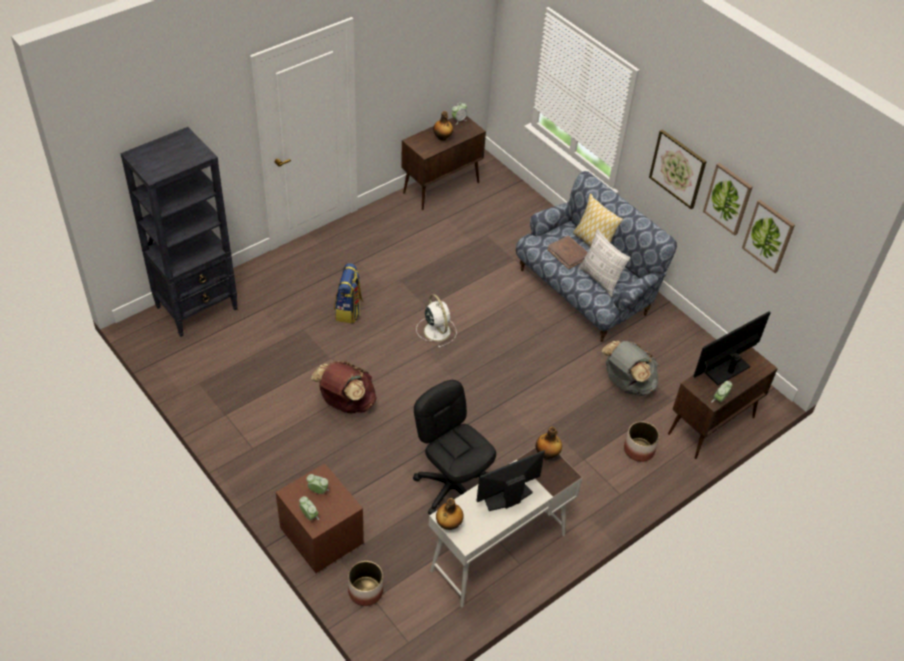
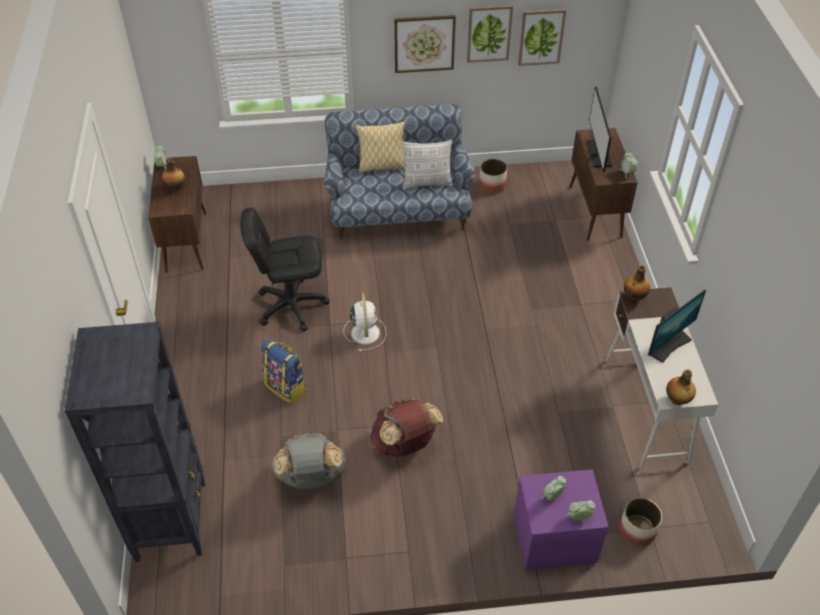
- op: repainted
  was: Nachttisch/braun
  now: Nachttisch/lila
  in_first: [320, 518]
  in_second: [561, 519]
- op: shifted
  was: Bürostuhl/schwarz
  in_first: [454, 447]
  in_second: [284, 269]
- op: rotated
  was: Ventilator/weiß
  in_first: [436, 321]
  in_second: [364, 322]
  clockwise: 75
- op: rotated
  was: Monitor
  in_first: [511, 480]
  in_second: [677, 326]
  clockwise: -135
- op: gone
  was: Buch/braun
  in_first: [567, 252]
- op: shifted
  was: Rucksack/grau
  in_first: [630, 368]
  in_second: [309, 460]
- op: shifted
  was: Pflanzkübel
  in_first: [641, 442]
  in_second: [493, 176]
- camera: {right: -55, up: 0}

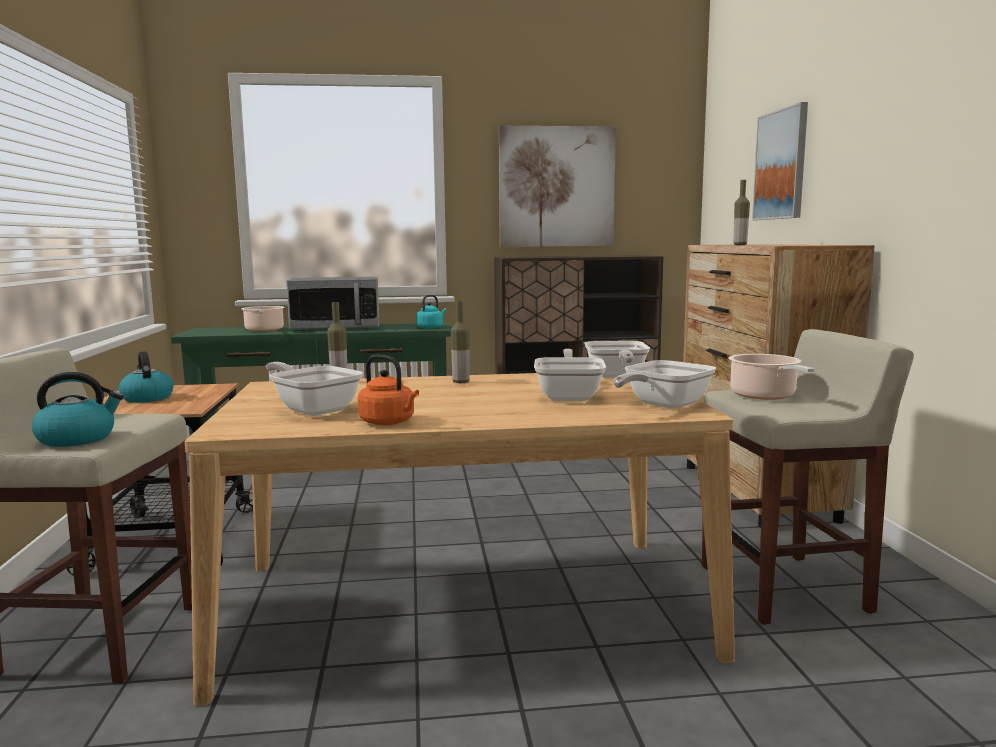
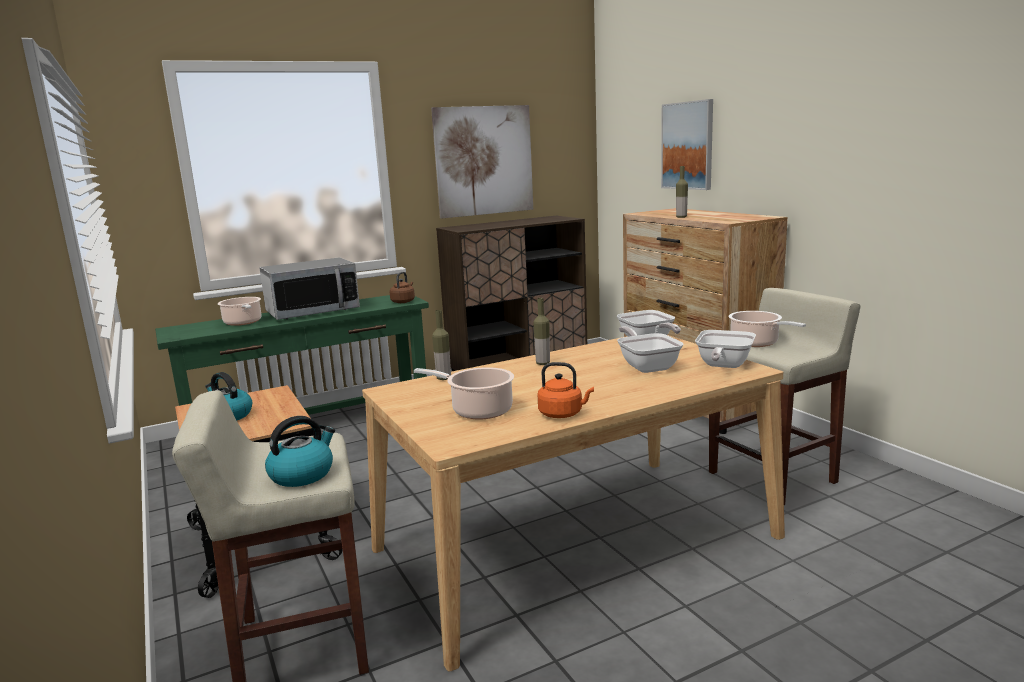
- op: swapped
  was: Pfanne
  now: Kochtopf
  in_first: [314, 389]
  in_second: [464, 393]
- op: repainted
  was: Wasserkessel/türkis
  now: Wasserkessel/braun
  in_first: [431, 312]
  in_second: [402, 287]
- camera: {right: -20, up: 5}

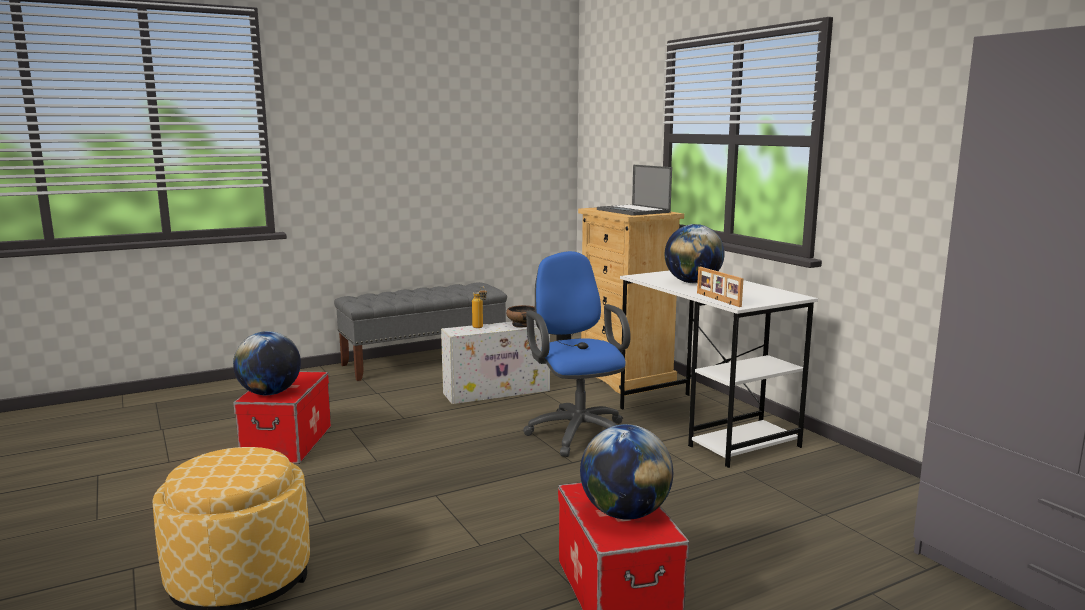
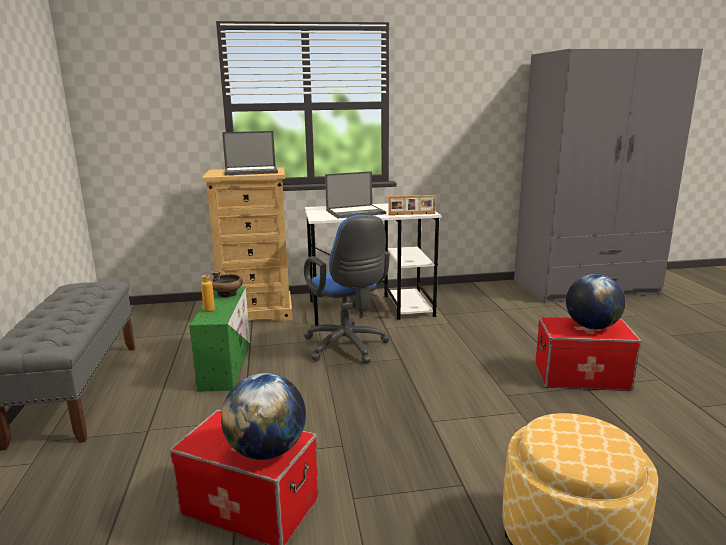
- op: repainted
  was: Aufbewahrungsbox/weiß
  now: Aufbewahrungsbox/grün
  in_first: [495, 362]
  in_second: [219, 339]
- op: rotated
  was: Bürostuhl/blau
  in_first: [577, 354]
  in_second: [347, 289]
  clockwise: -120
- op: swapped
  was: Globus
  now: Laptop
  in_first: [695, 253]
  in_second: [355, 194]
- camera: {right: -70, up: 5}

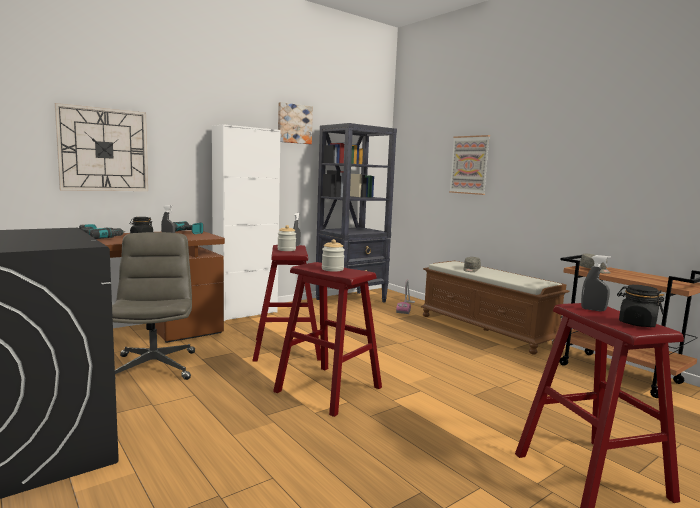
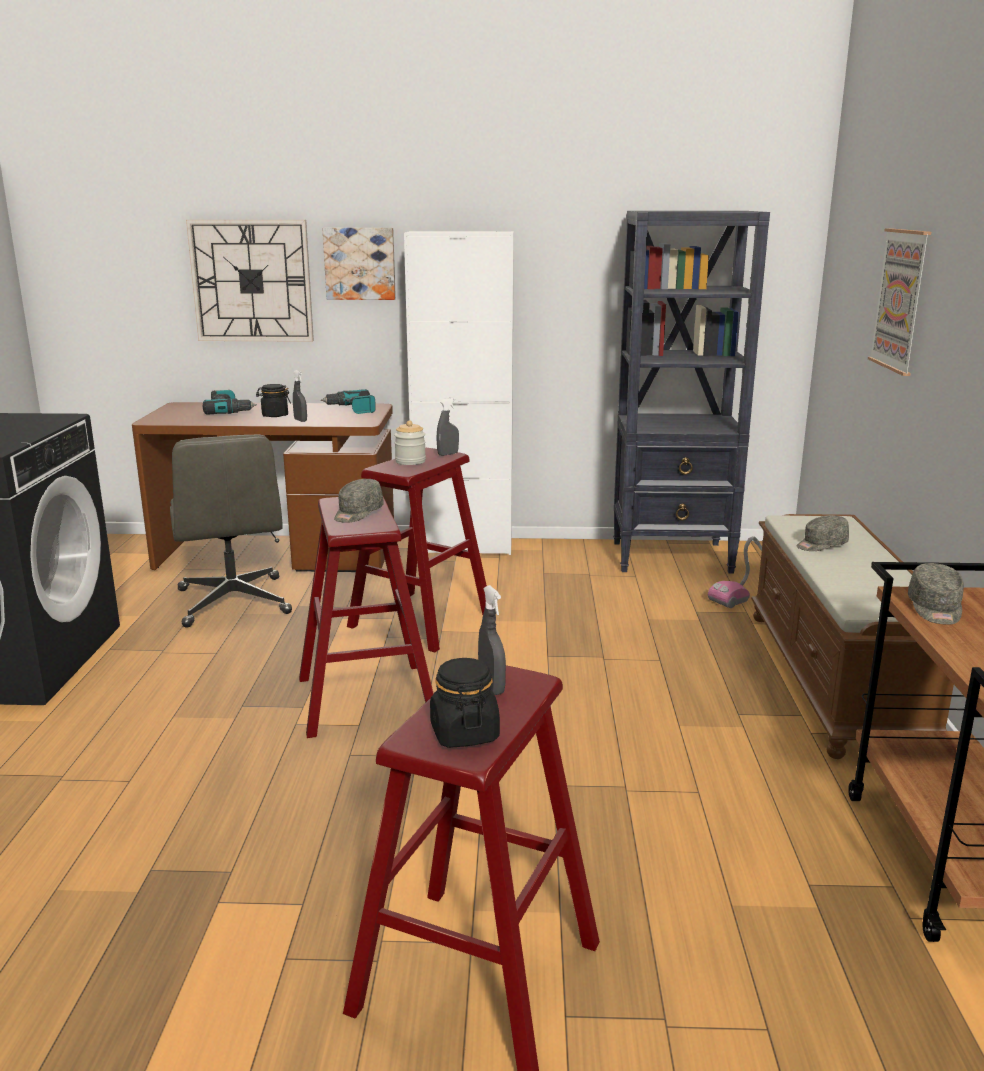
- op: rotated
  was: Bürostuhl/grau
  in_first: [153, 306]
  in_second: [231, 531]
  clockwise: 135
- op: shifted
  was: Bild
  in_first: [295, 123]
  in_second: [359, 264]
- op: swapped
  was: Vorratsglas
  now: Kappe/grau
  in_first: [333, 255]
  in_second: [359, 501]
- camera: {right: 40, up: 10}

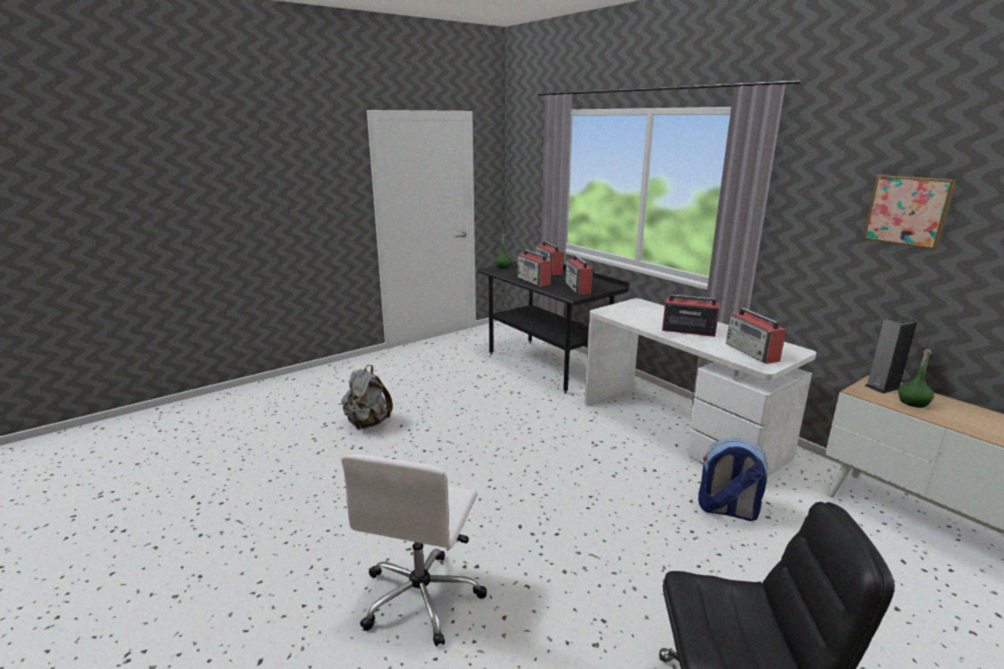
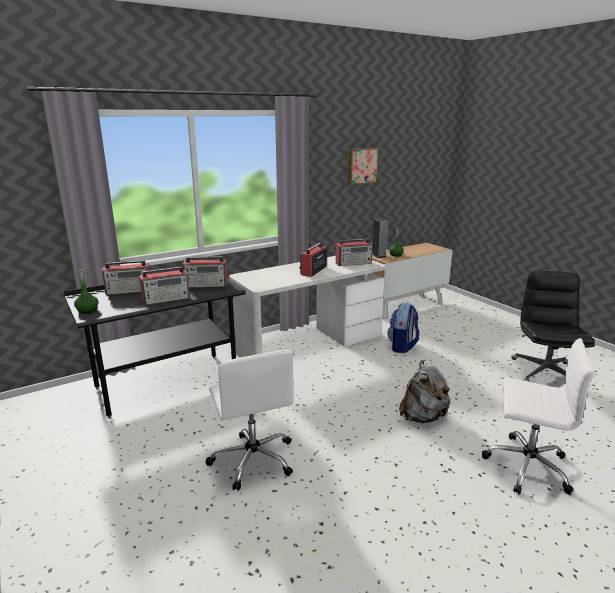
- op: shifted
  was: Rucksack/grau
  in_first: [367, 397]
  in_second: [425, 391]
- op: new
  now: Bürostuhl/weiß
  in_second: [250, 420]
- camera: {right: -85, up: 0}

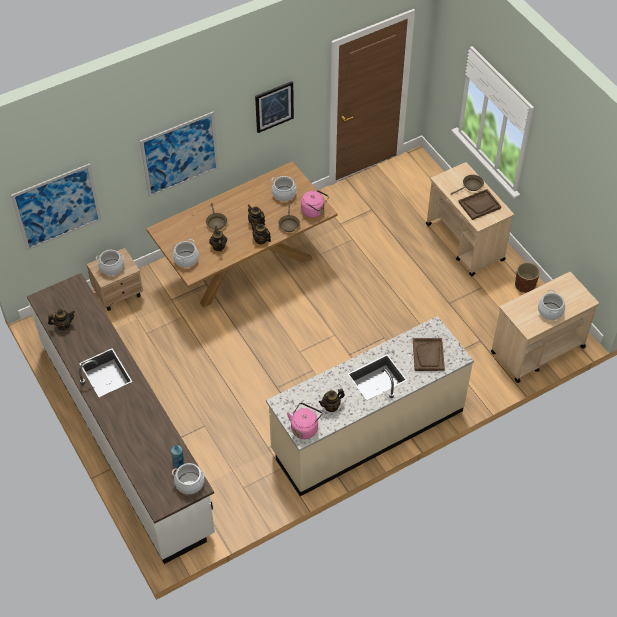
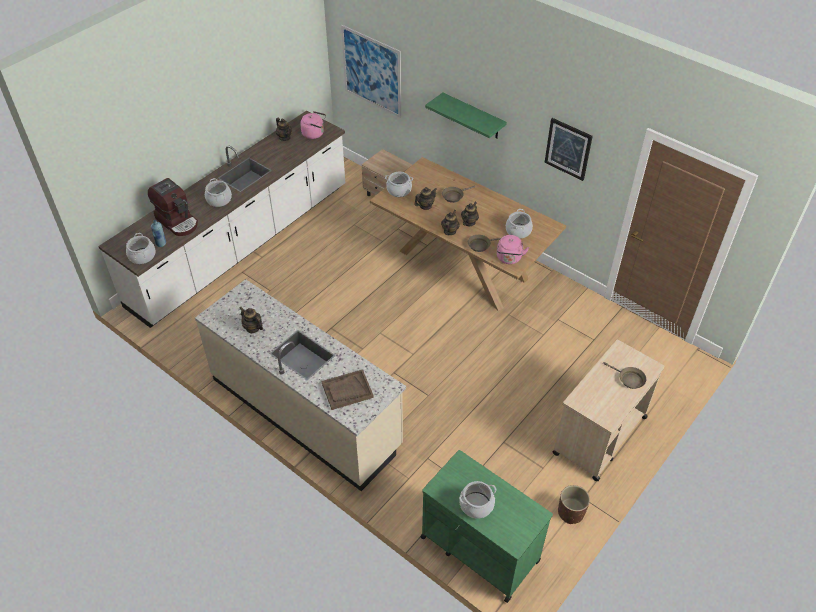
- op: shifted
  was: Kochtopf
  in_first: [110, 263]
  in_second: [218, 192]
- op: swapped
  was: Bild
  now: Wandregal/grün
  in_first: [179, 154]
  in_second: [466, 115]
- op: shifted
  was: Wasserkessel/rosa
  in_first: [304, 420]
  in_second: [313, 125]
- op: gone
  was: Tablett/braun
  in_first: [479, 204]
- op: repainted
  was: Rollwagen/beige
  now: Rollwagen/grün
  in_first: [545, 327]
  in_second: [487, 526]
- op: new
  now: Kaffeemaschine
  in_second: [173, 207]
- camera: {right: 70, up: -5}

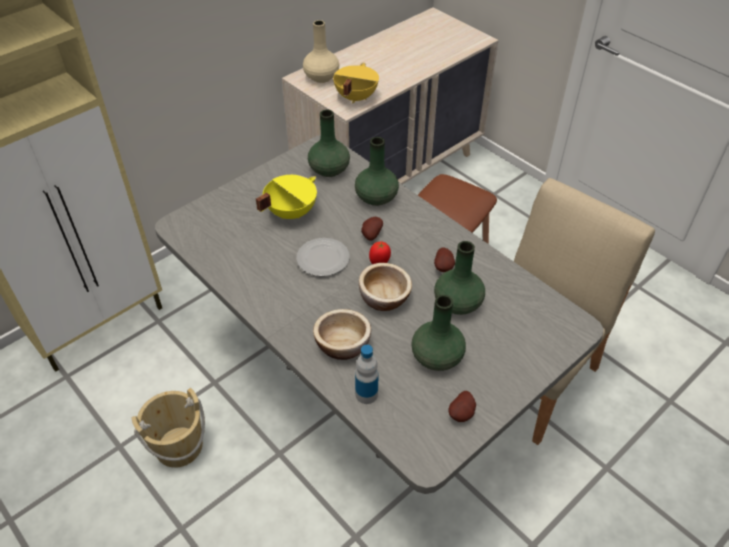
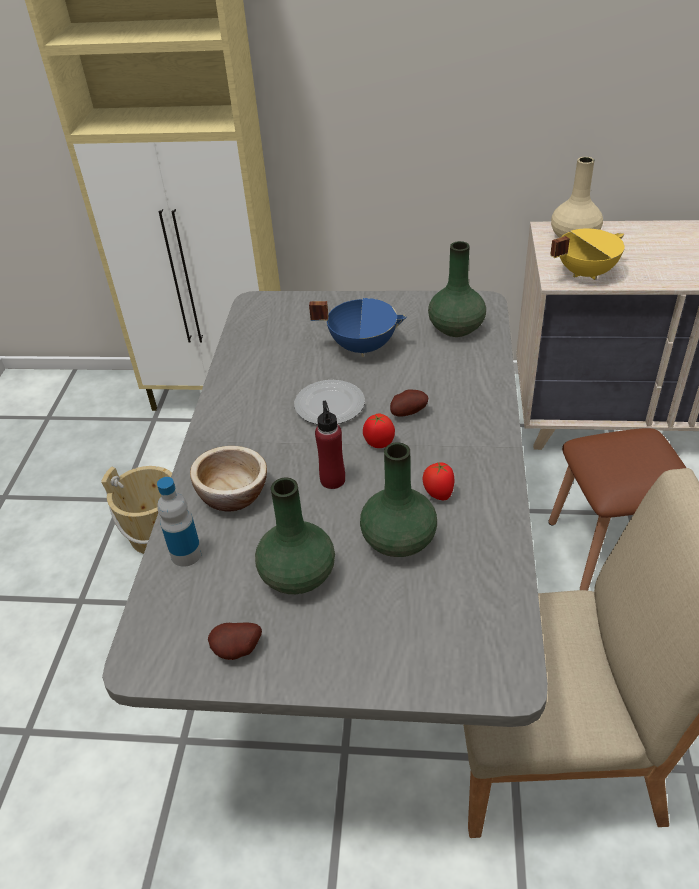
- op: repainted
  was: Kochtopf/gelb
  now: Kochtopf/blau
  in_first: [286, 197]
  in_second: [358, 327]
- op: gone
  was: Vase/grün
  in_first: [377, 171]
- op: swapped
  was: Schüssel
  now: Flasche/rot
  in_first: [385, 287]
  in_second: [330, 444]
- op: swapped
  was: Kartoffel
  now: Tomate
  in_first: [444, 259]
  in_second: [439, 481]
- camera: {right: 50, up: -5}

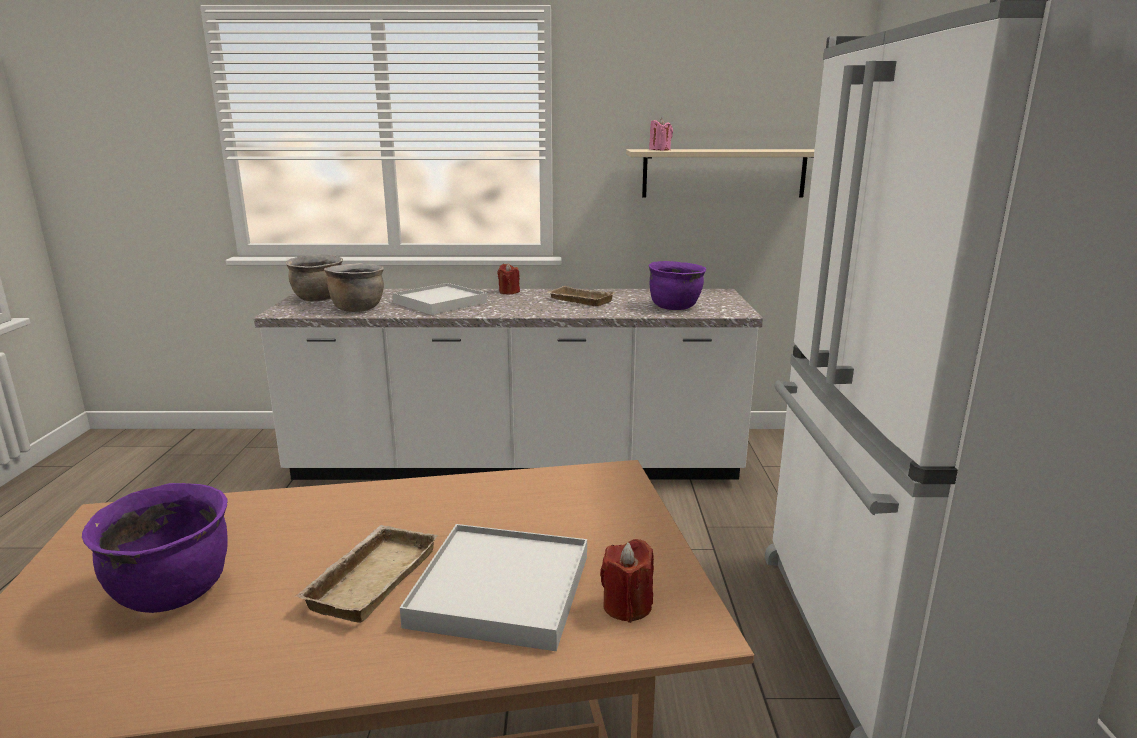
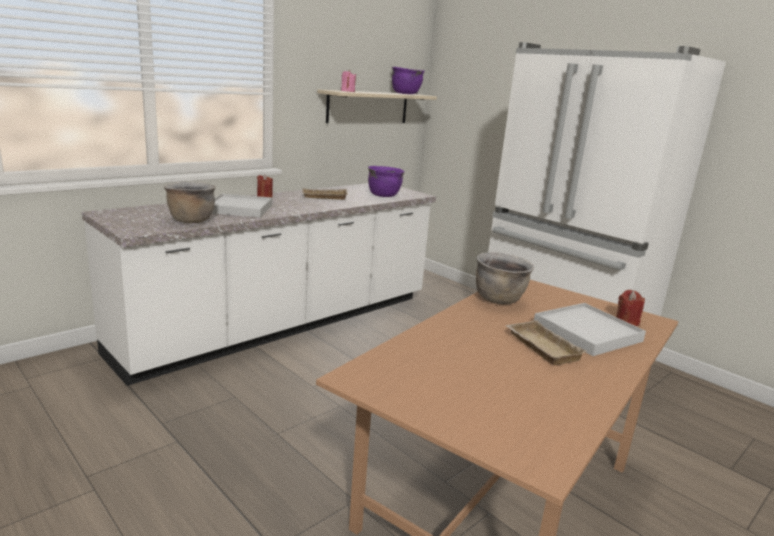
- op: shifted
  was: Kochtopf/lila
  in_first: [155, 548]
  in_second: [408, 80]
- op: shifted
  was: Kochtopf/braun
  in_first: [314, 277]
  in_second: [505, 278]
- camera: {right: -45, up: 0}

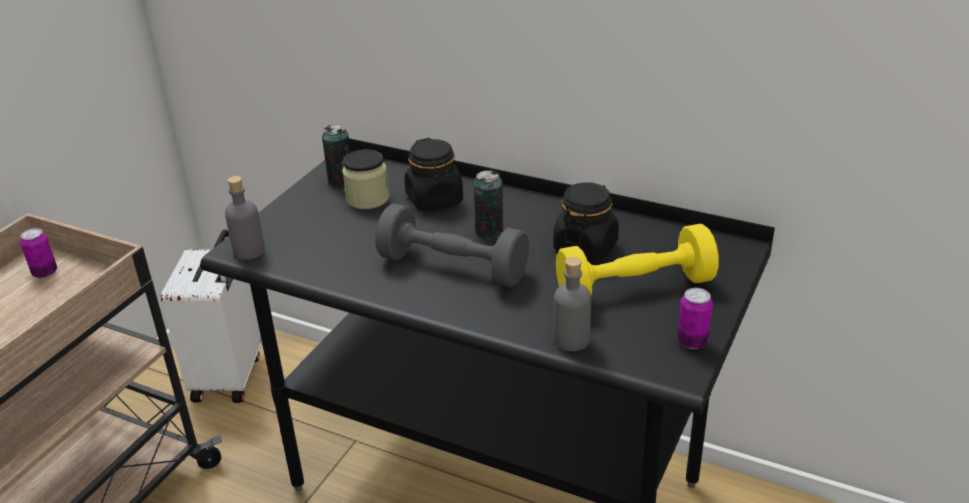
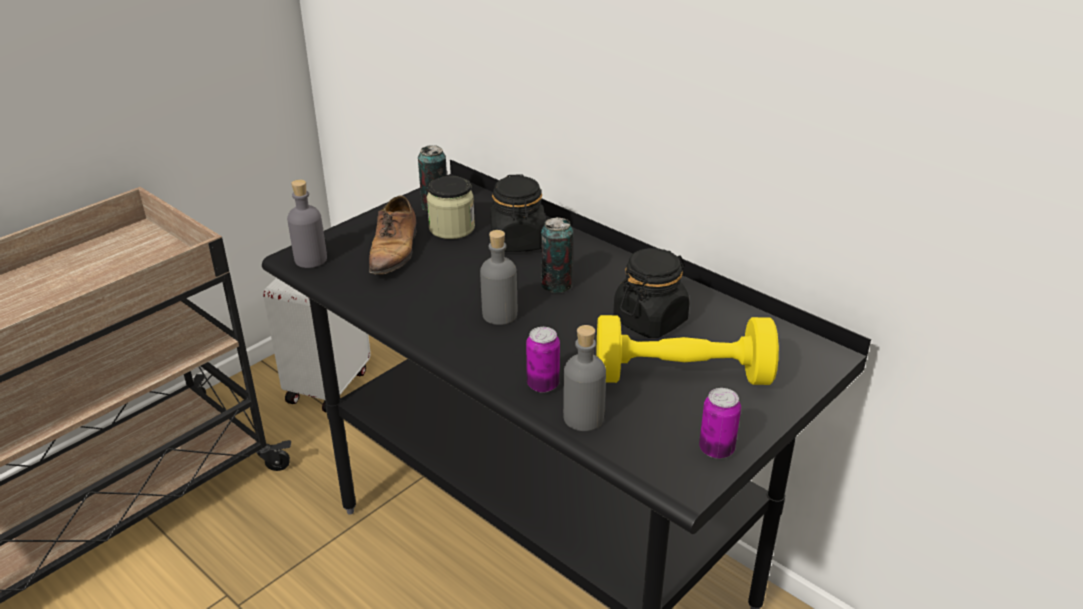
- op: shifted
  was: Dose
  in_first: [38, 253]
  in_second: [543, 360]
- op: swapped
  was: Hantel/grau
  now: Flasche/grau
  in_first: [452, 245]
  in_second: [498, 277]
- op: new
  now: Schuh
  in_second: [393, 238]
- camera: {right: 15, up: 0}

